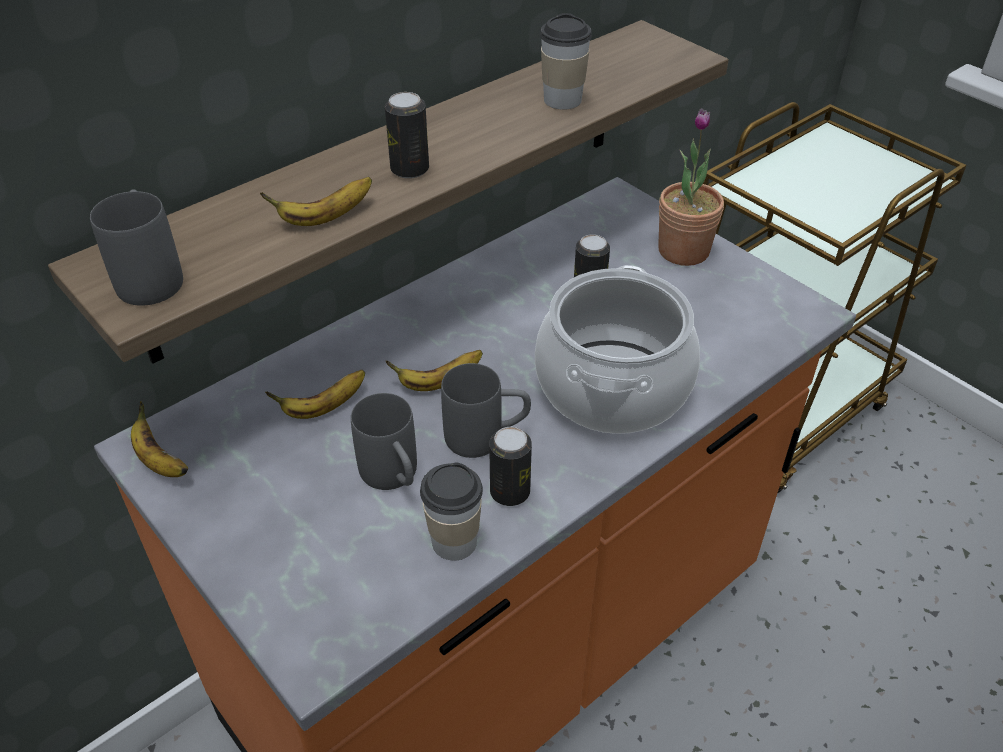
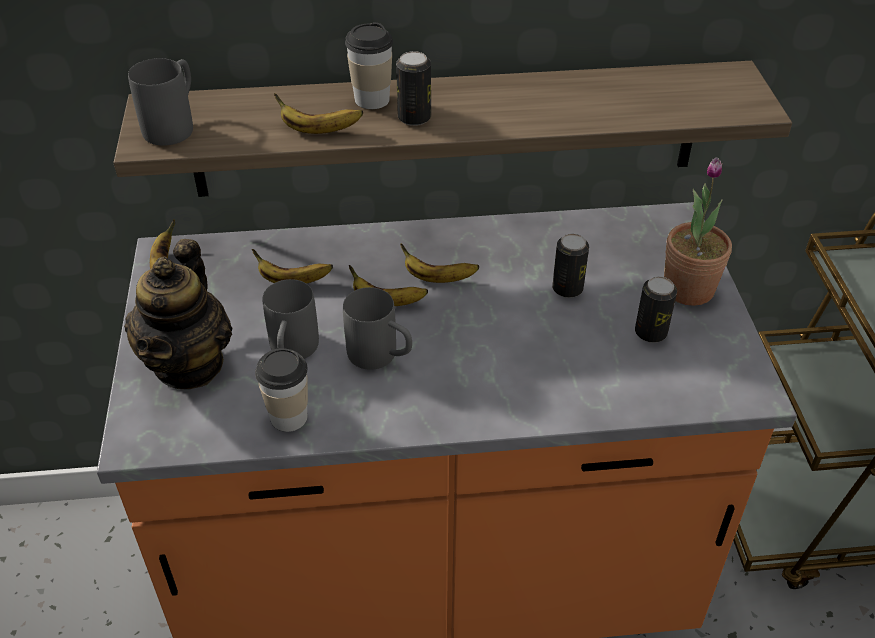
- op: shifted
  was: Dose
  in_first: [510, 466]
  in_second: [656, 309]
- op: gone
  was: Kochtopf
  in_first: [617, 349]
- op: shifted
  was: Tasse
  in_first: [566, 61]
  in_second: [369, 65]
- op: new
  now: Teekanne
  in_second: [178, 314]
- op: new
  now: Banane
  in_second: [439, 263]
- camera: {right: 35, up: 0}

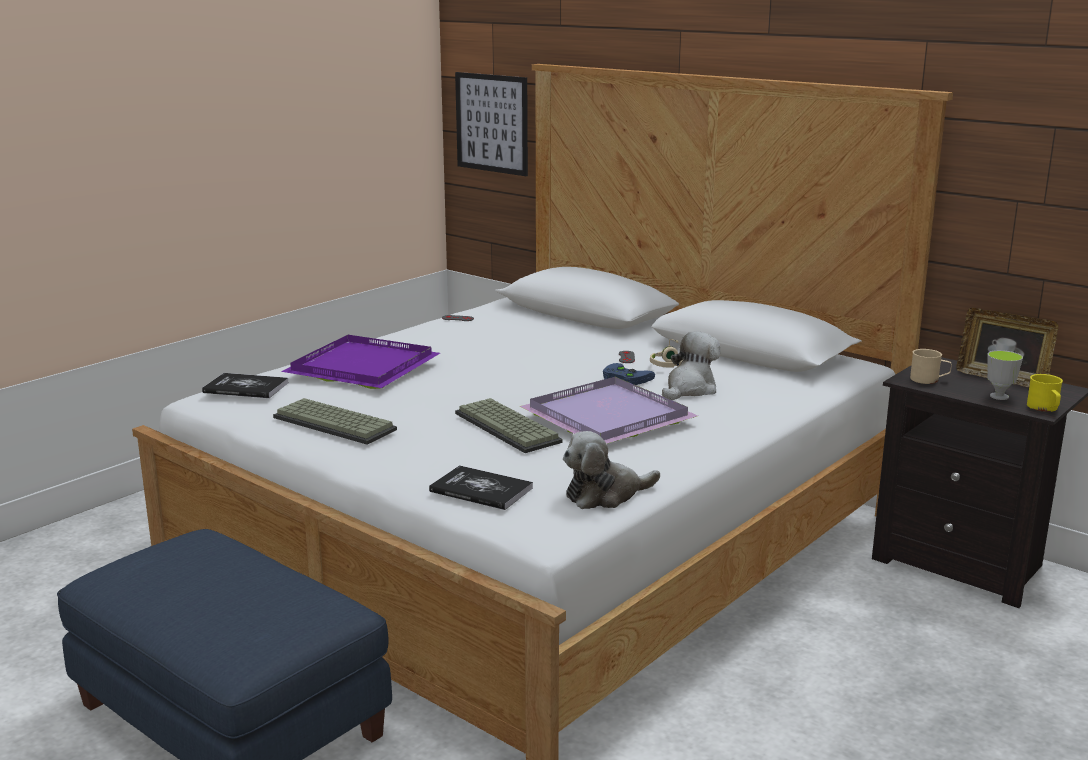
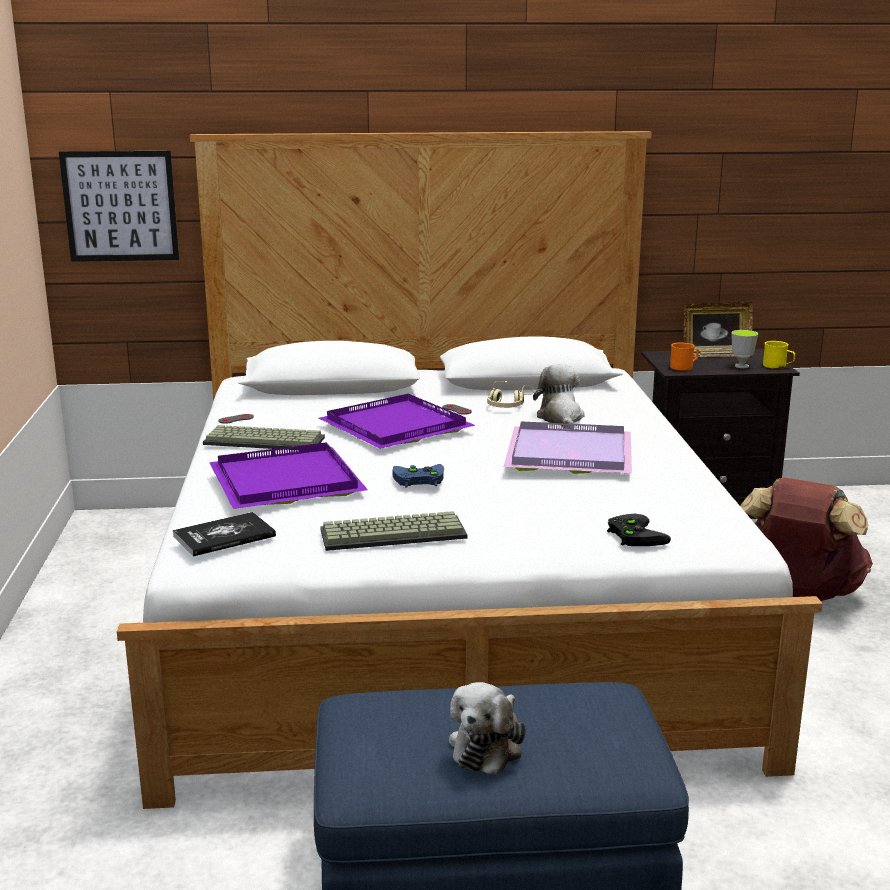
- op: swapped
  was: Buch
  now: Gamepad/schwarz
  in_first: [481, 487]
  in_second: [639, 530]
- op: shifted
  was: Tastatur
  in_first: [509, 425]
  in_second: [264, 437]
- op: shifted
  was: Plüschtier
  in_first: [611, 470]
  in_second: [487, 728]
- op: shifted
  was: Gamepad/blau
  in_first: [629, 374]
  in_second: [418, 476]
- op: repainted
  was: Henkelbecher/beige
  now: Henkelbecher/orange
  in_first: [931, 366]
  in_second: [684, 357]
- op: new
  now: Tablett/lila
  in_second: [397, 421]
- op: new
  now: Rucksack/braun
  in_second: [806, 539]
- camera: {right: -45, up: 0}

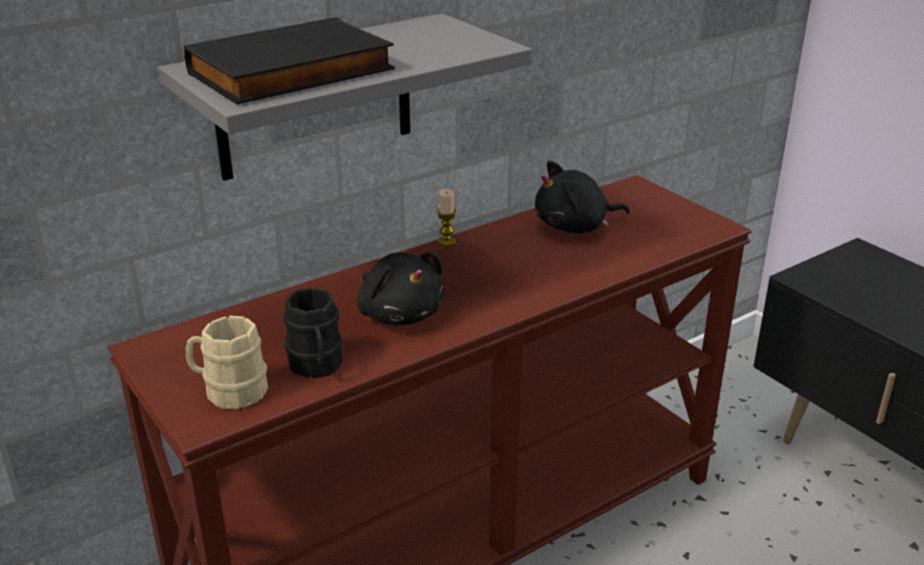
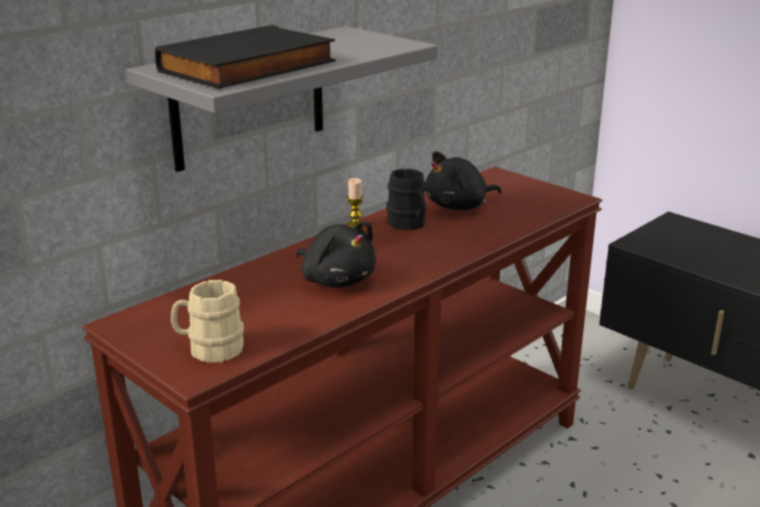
- op: shifted
  was: Henkelbecher/schwarz
  in_first: [312, 333]
  in_second: [406, 199]
- camera: {right: -10, up: -5}

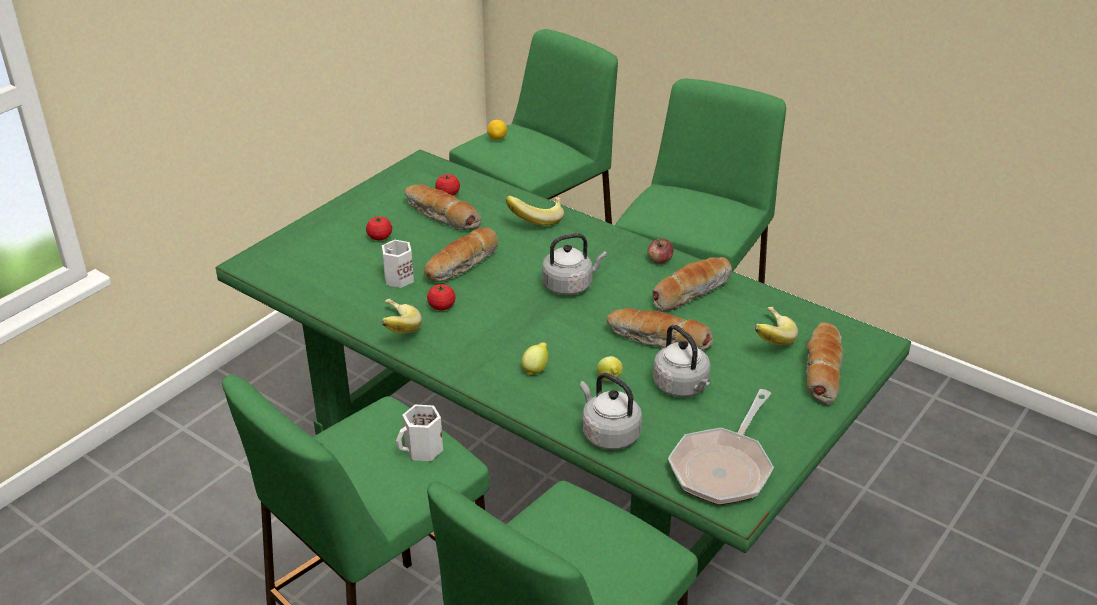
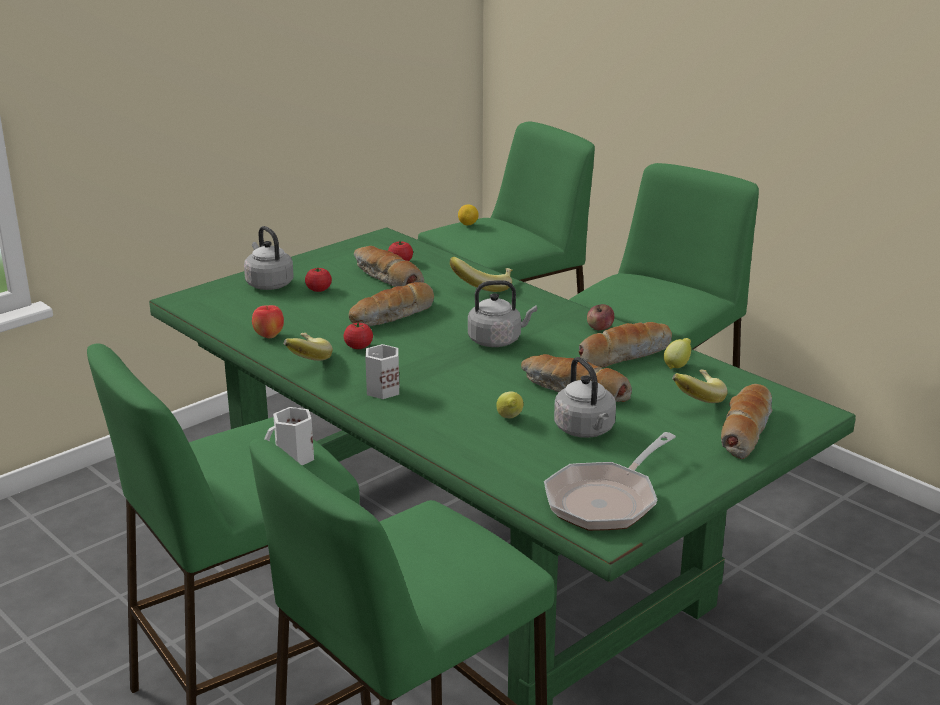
- op: shifted
  was: Henkelbecher/weiß
  in_first: [398, 264]
  in_second: [382, 371]
- op: shifted
  was: Zitrone
  in_first: [534, 359]
  in_second: [677, 353]
- op: shifted
  was: Wasserkessel/grau
  in_first: [611, 411]
  in_second: [269, 258]
- op: new
  now: Apfel
  in_second: [268, 321]
- camera: {right: 10, up: -10}

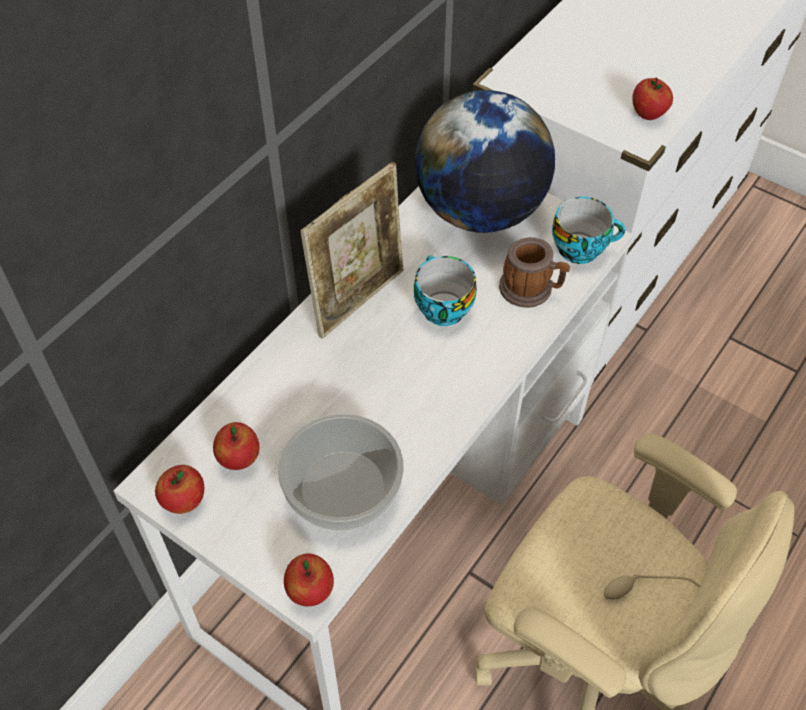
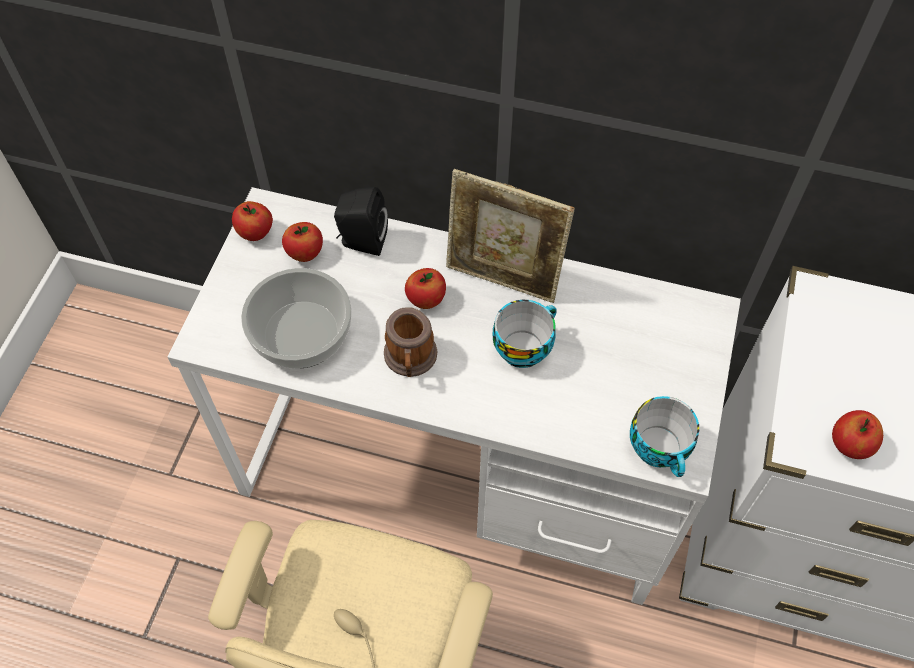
- op: shifted
  was: Apfel
  in_first: [309, 580]
  in_second: [425, 288]
- op: gone
  was: Globus
  in_first: [485, 161]
- op: shifted
  was: Henkelbecher
  in_first: [534, 272]
  in_second: [410, 342]
- op: new
  now: Lautsprecher/schwarz
  in_second: [361, 221]
- camera: {right: 70, up: 5}

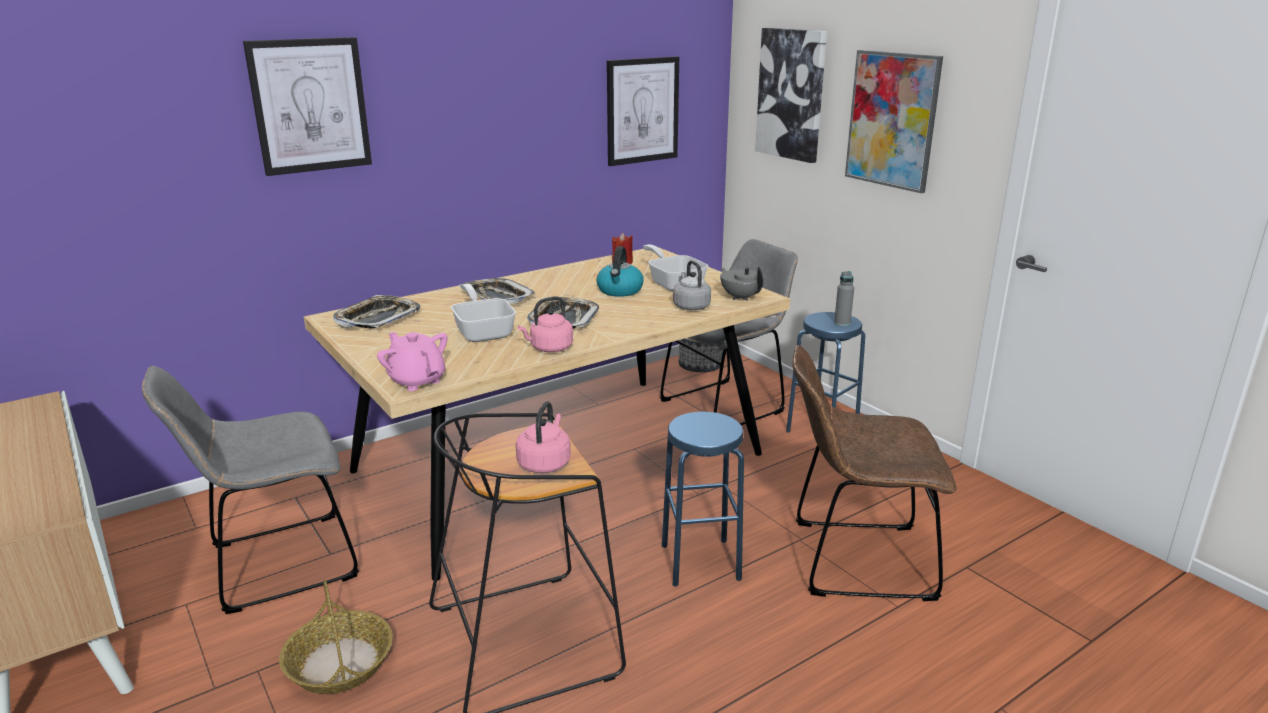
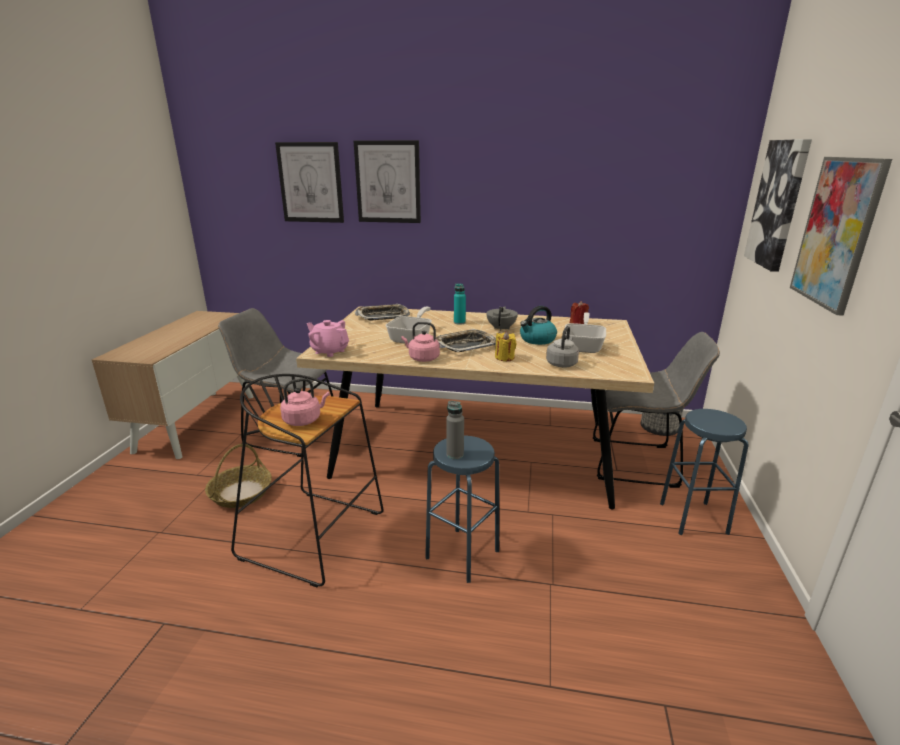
- op: rotated
  was: Teekanne/rosa
  in_first: [412, 361]
  in_second: [328, 338]
  clockwise: -60
- op: swapped
  was: Tablett
  now: Flasche/türkis
  in_first: [497, 291]
  in_second: [460, 304]
- op: shifted
  was: Bild
  in_first: [643, 111]
  in_second: [309, 182]
- op: shifted
  was: Teekanne/grau
  in_first: [742, 284]
  in_second: [502, 318]
- op: gone
  was: Stuhl/braun
  in_first: [874, 473]
- op: shifted
  was: Flasche/grau
  in_first: [844, 298]
  in_second: [455, 430]
- op: new
  now: Kerze/gelb
  in_second: [505, 346]
- camera: {right: 45, up: 0}

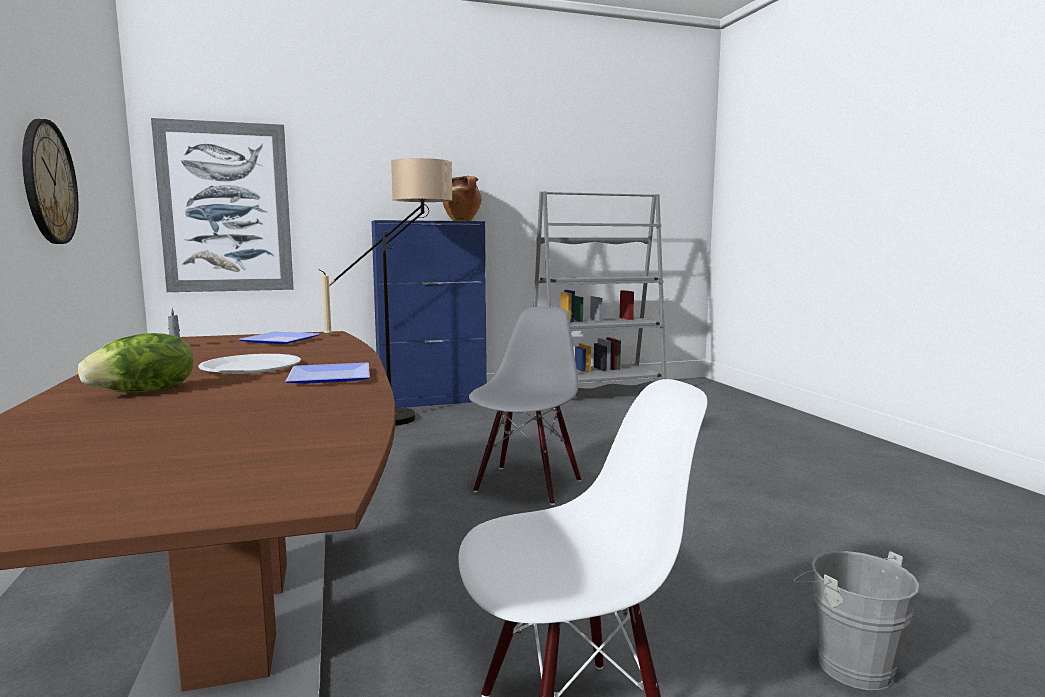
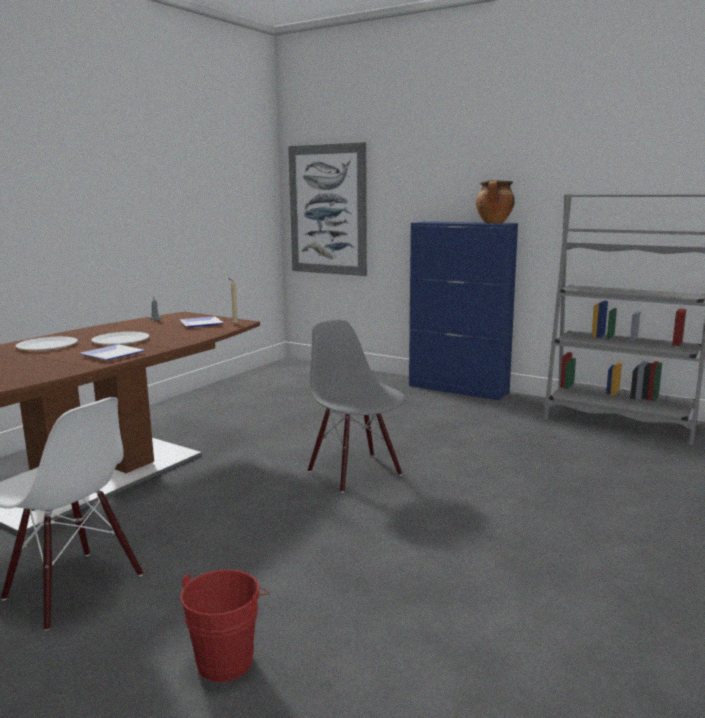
- op: gone
  was: Wanduhr
  in_first: [50, 181]
- op: swapped
  was: Salatkopf
  now: Teller/weiß
  in_first: [135, 362]
  in_second: [47, 343]
- op: gone
  was: Stehlampe
  in_first: [391, 292]
- op: rotated
  was: Stuhl/grau
  in_first: [525, 406]
  in_second: [357, 406]
  clockwise: -105
- op: repainted
  was: Eimer/grau
  now: Eimer/rot
  in_first: [856, 620]
  in_second: [225, 625]
- camera: {right: 50, up: 5}

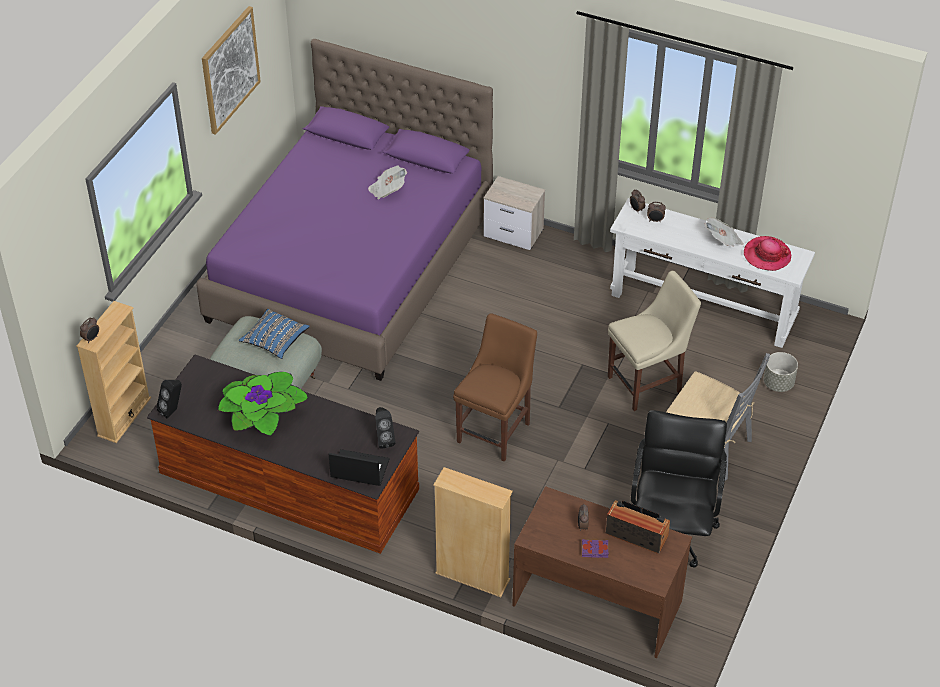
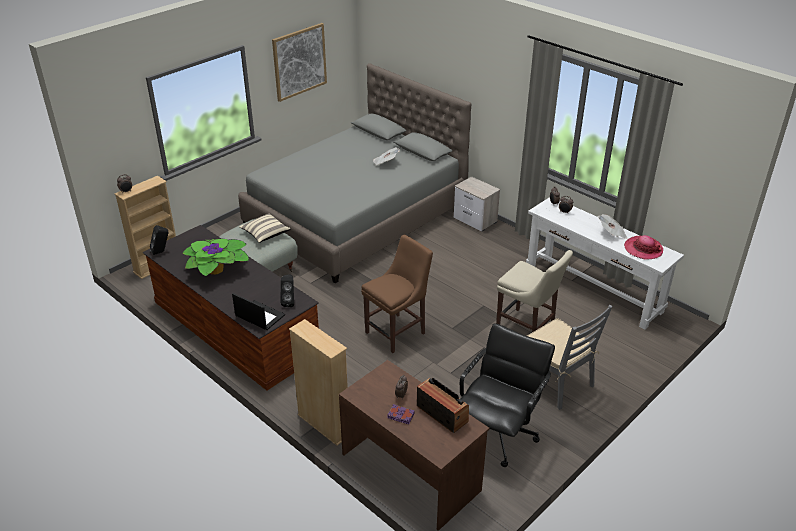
- op: repainted
  was: Bett/lila
  now: Bett/grau
  in_first: [344, 210]
  in_second: [354, 173]
- op: repainted
  was: Kissen/blau
  now: Kissen/beige
  in_first: [274, 334]
  in_second: [264, 228]
- op: rotated
  was: Stuhl/beige
  in_first: [654, 341]
  in_second: [534, 291]
  clockwise: 45
- op: gone
  was: Pflanzkübel/grau
  in_first: [780, 372]
- camera: {right: 20, up: -10}

